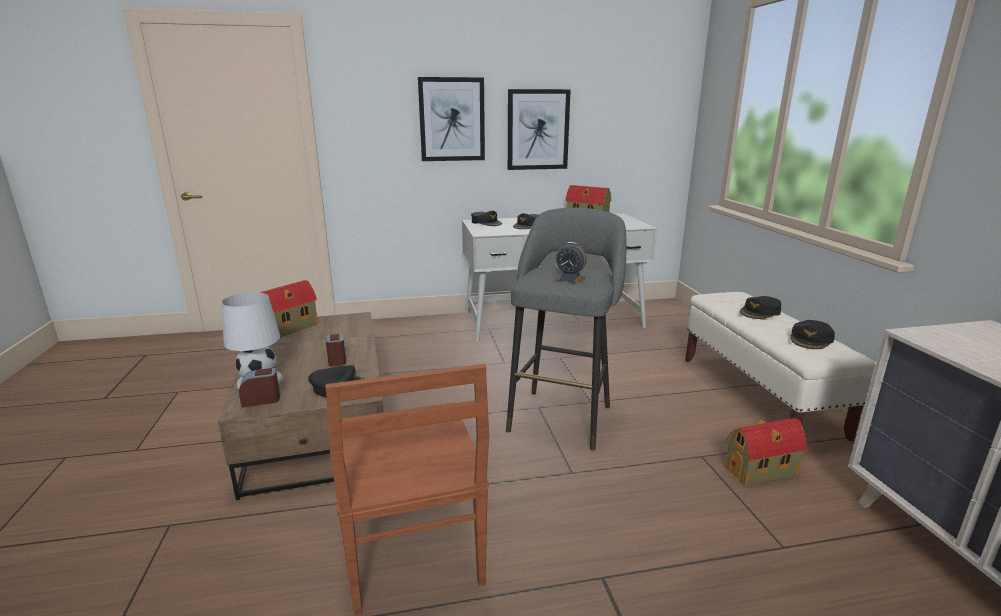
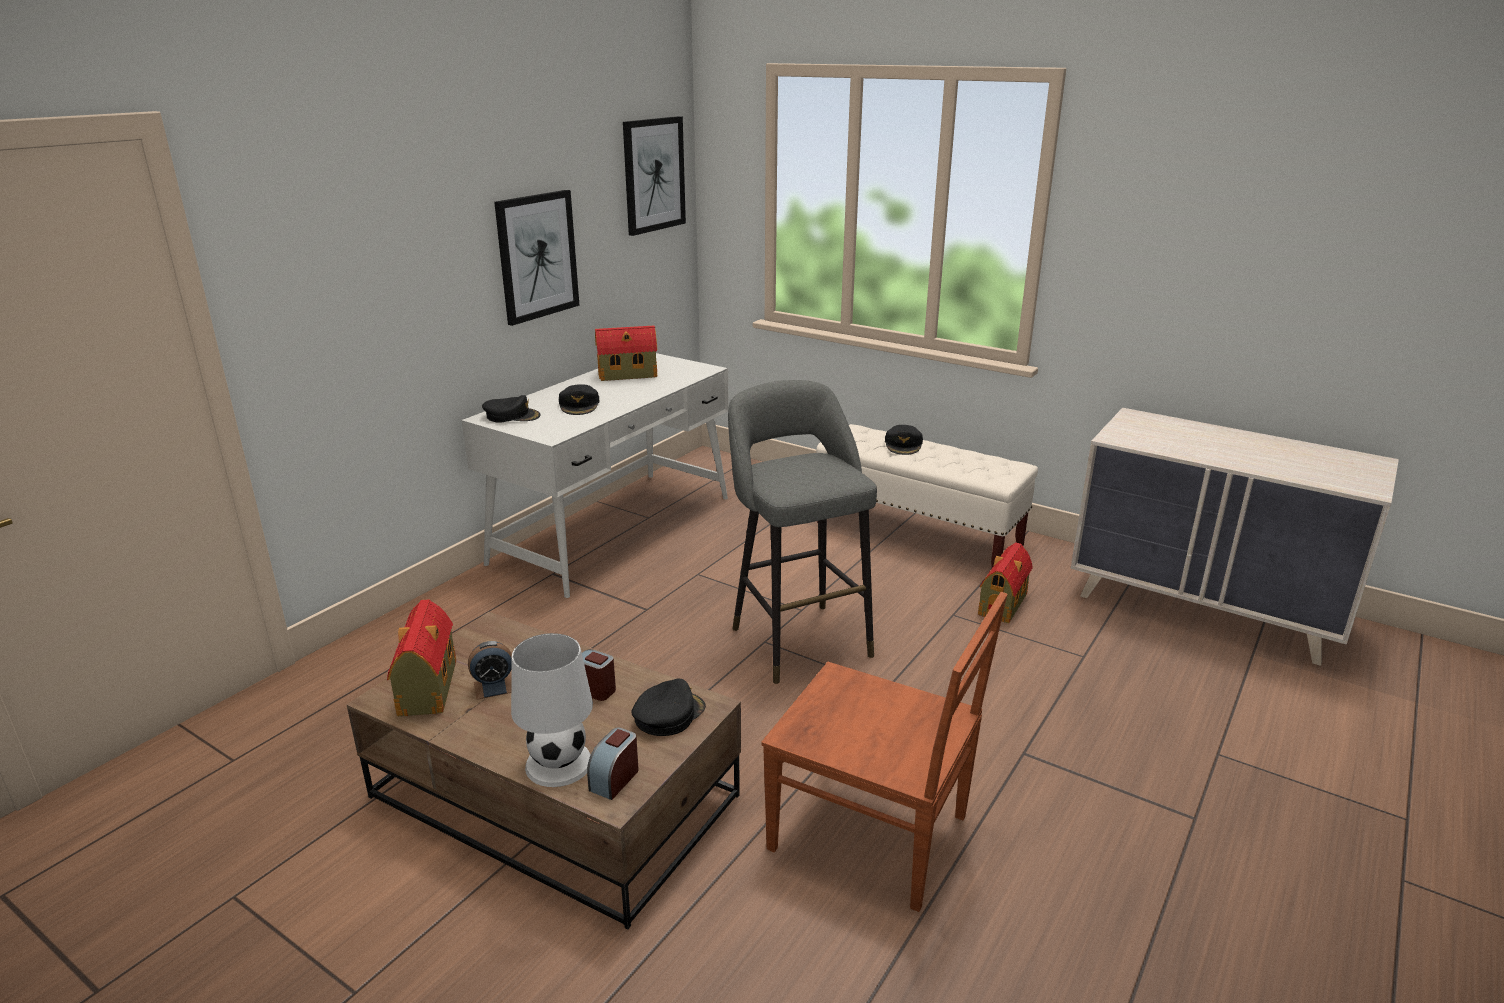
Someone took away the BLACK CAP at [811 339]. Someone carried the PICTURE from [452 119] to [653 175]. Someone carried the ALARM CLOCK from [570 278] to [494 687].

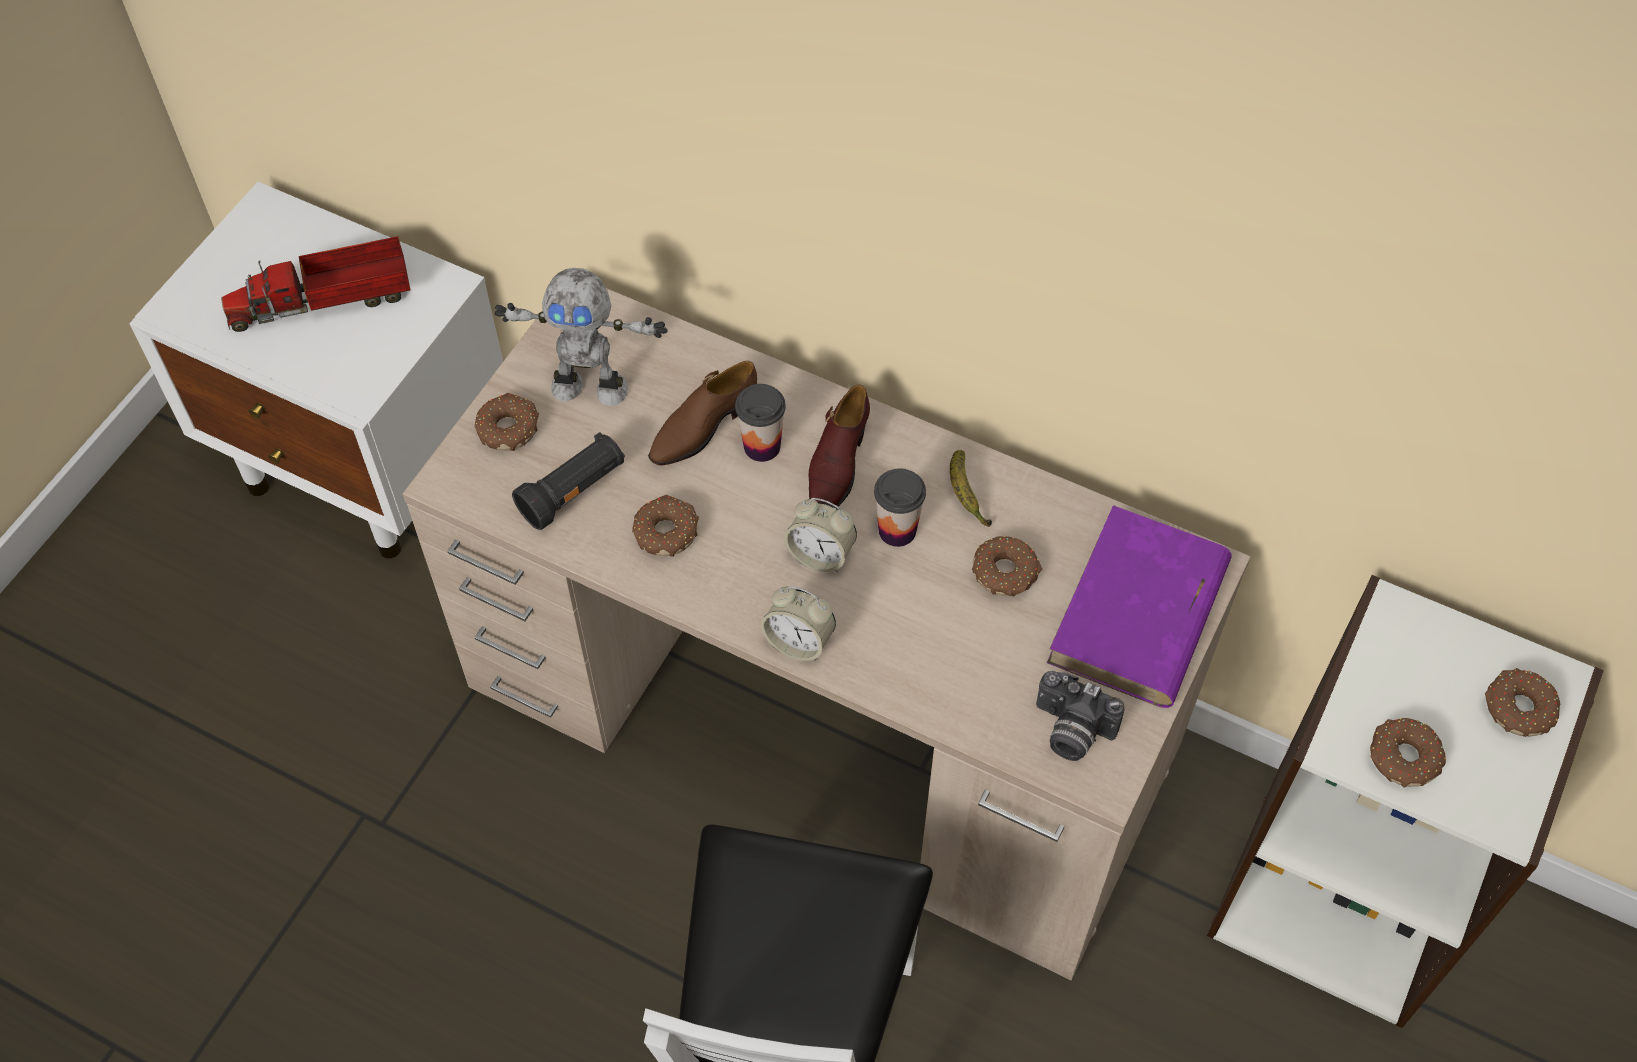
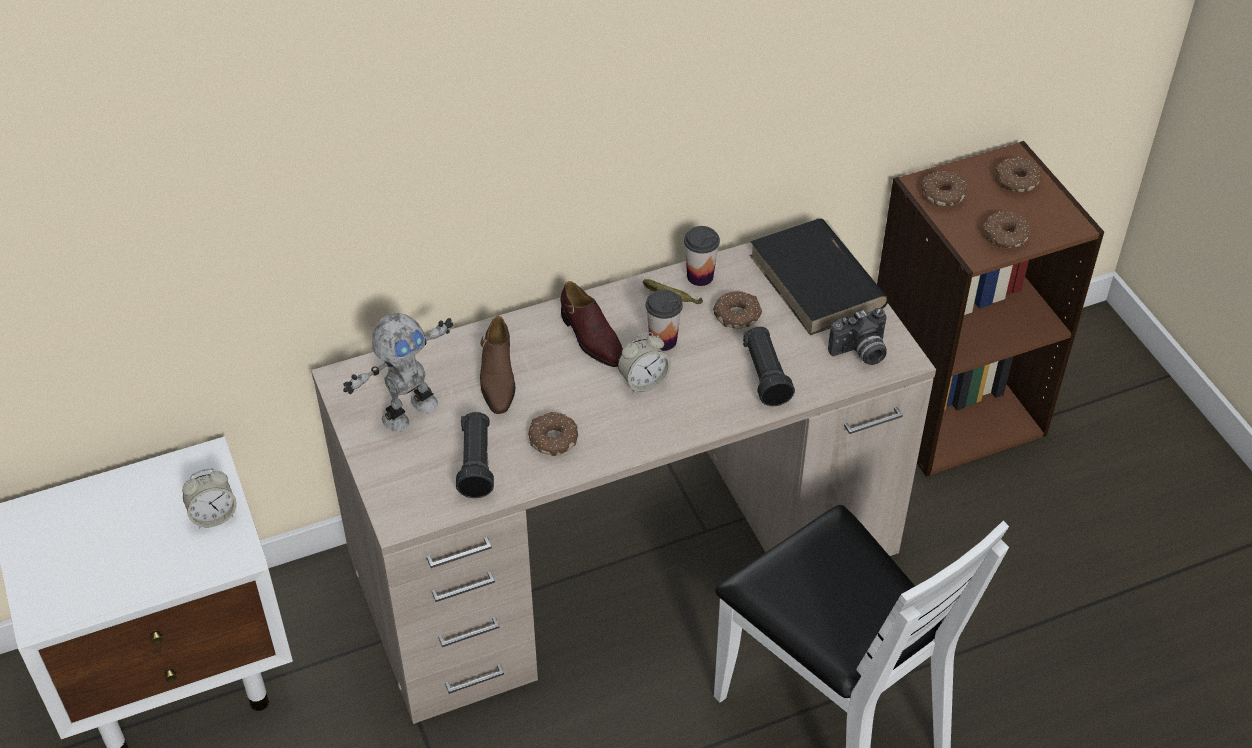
Someone took away the TOY TRUCK at [326 301]. Someone put down the BLACK FLASHLIGHT at [765 375]. Someone carried the DONUT from [508 428] to [942 194]. Someone carried the CUP from [762 446] to [700 276]. Someone carried the ALARM CLOCK from [799 642] to [213 516]. Someone repainted the PURPLE BOOK at [1138 614], which became the BLACK BOOK at [817 282]. Someone repainted the WHITE BOOKCASE at [1337 894], which became the BROWN BOOKCASE at [952 407].

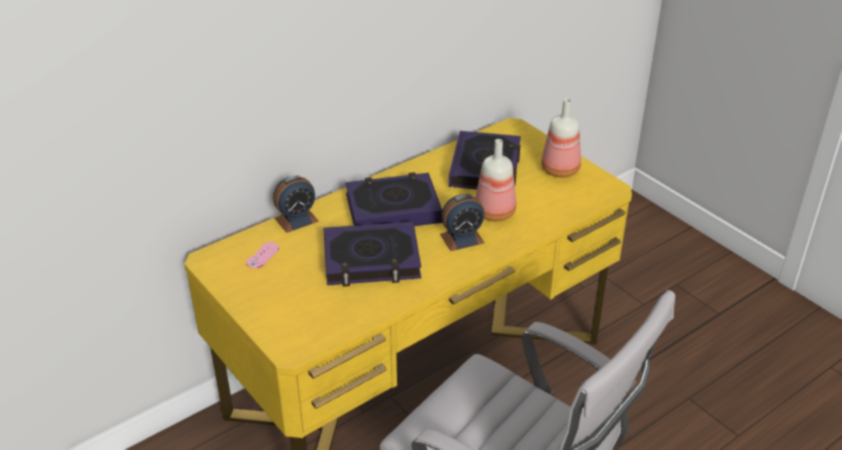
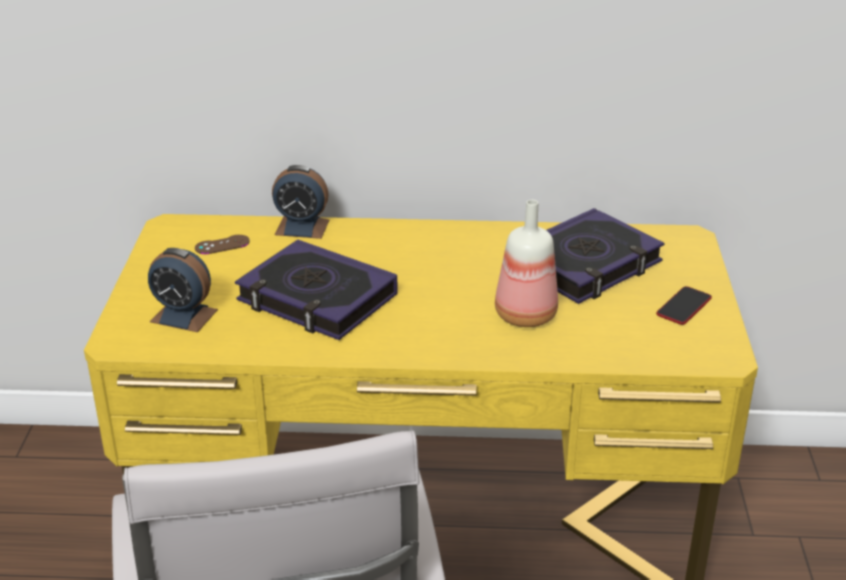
Someone took away the BOOK at [393 208]. Someone carried the ALARM CLOCK from [462 238] to [184 316]. Someone swapped the BOTTLE at [561 169] for the PHONE at [684 307]. Someone repainted the PINK GAME CONTROLLER at [262 255], which became the BROWN GAME CONTROLLER at [222 245].

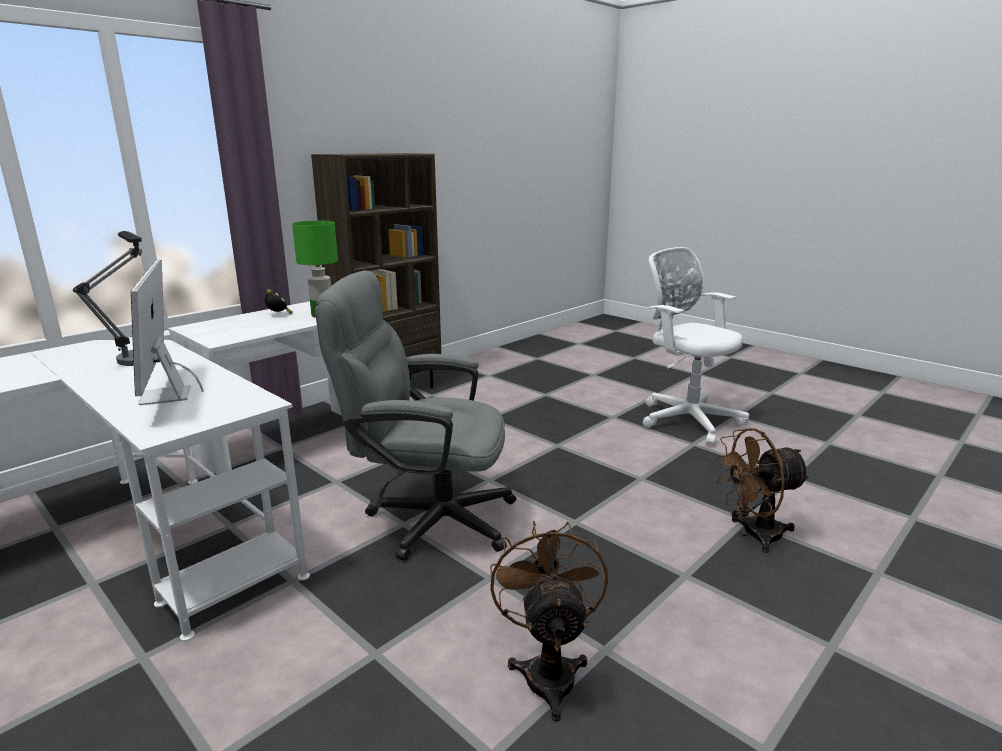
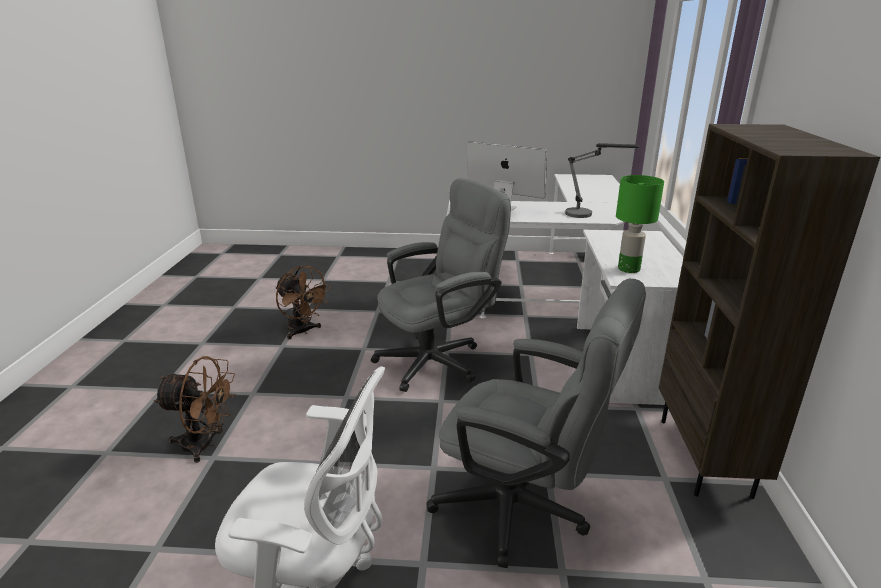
Someone took away the ALARM CLOCK at [279 315]. Someone put down the GREY OFFICE CHAIR at [523 510]. Someone rotated the BROWN FAN at [753 534] by 60 degrees clockwise.

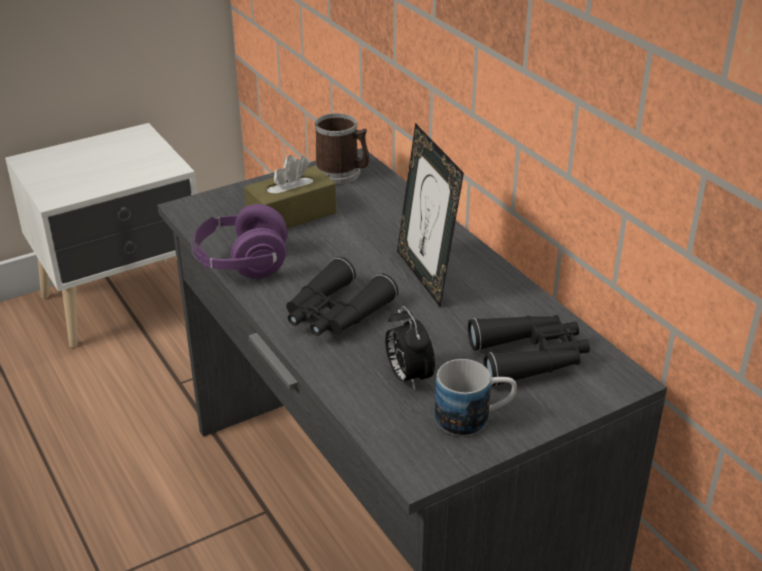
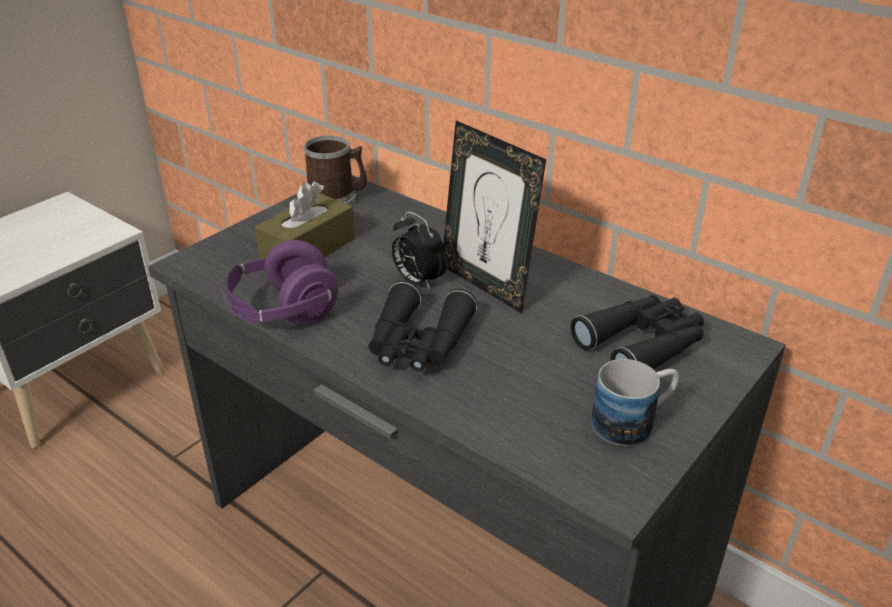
Someone carried the ALARM CLOCK from [408 377] to [418 281].

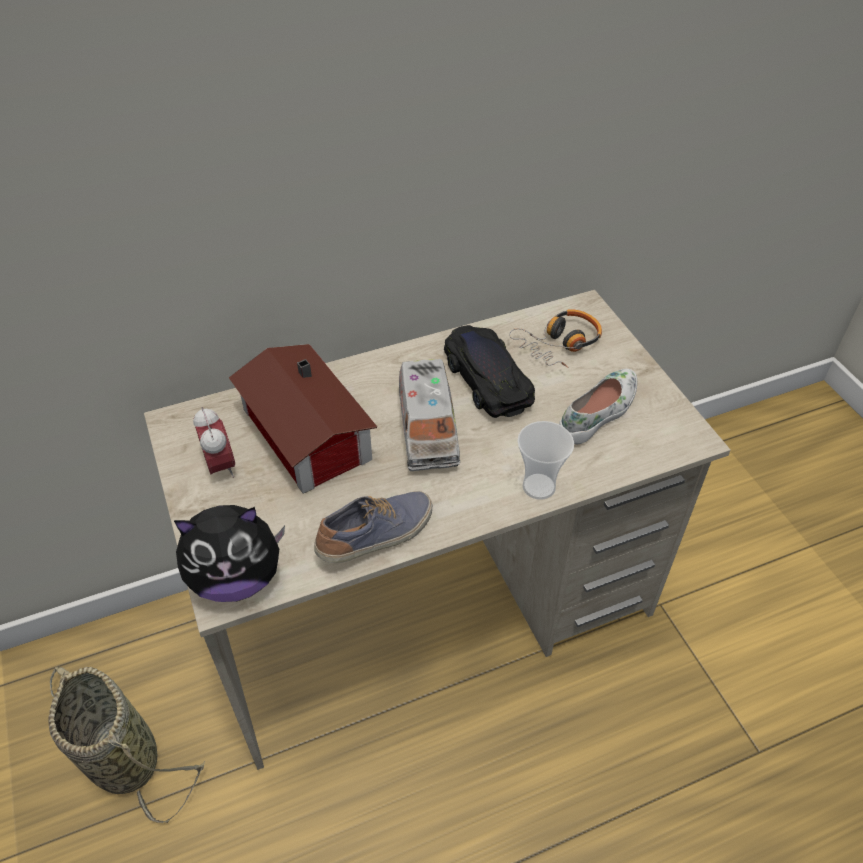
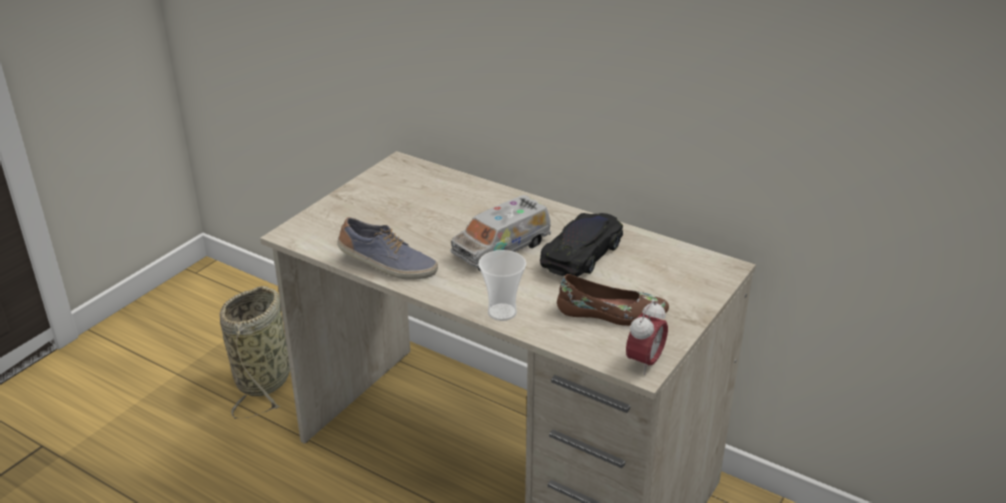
Someone took away the PLUSH TOY at [237 578]. Someone took away the TOY HOUSE at [305 437]. Someone took away the HEADPHONES at [559 344]. Someone carried the ALARM CLOCK from [221 466] to [644 362]. Someone repainted the WHITE SHOE at [599 412], which became the BROWN SHOE at [611 313].

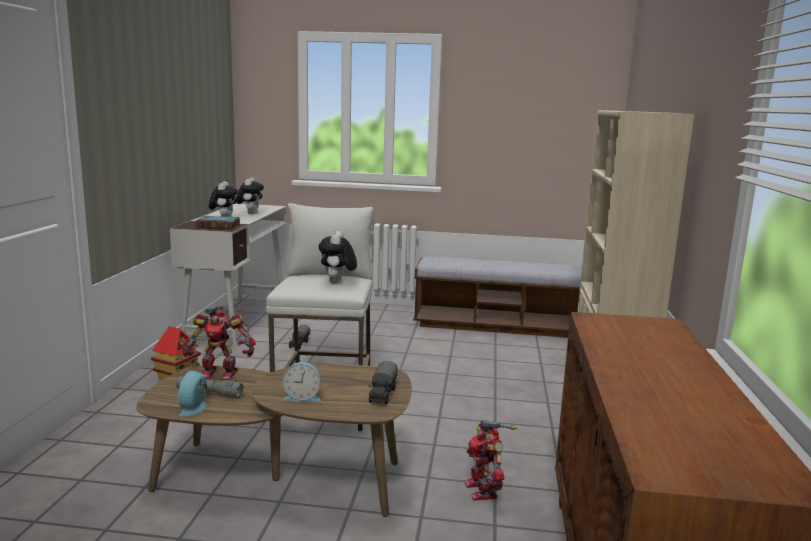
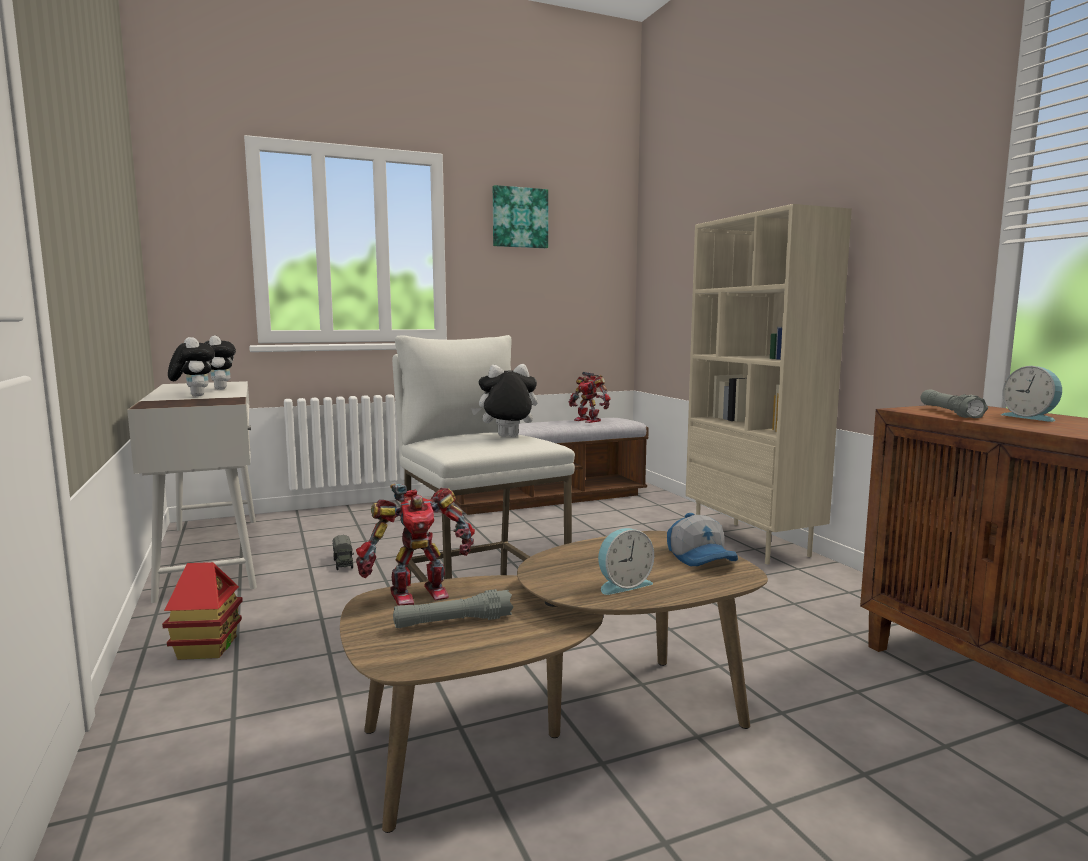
Someone took away the BOOK at [219 226]. Someone put up the PICTURE at [519 218]. Someone put down the GREY FLASHLIGHT at [949 412]. Someone carried the ALARM CLOCK from [195 408] to [1031 417]. Someone carried the TOY ROBOT from [483 490] to [588 420]. Someone swapped the TOY TRUCK at [382 394] for the CAP at [702 558]. Someone rotated the PLUSH TOY at [337 283] by 105 degrees clockwise.

